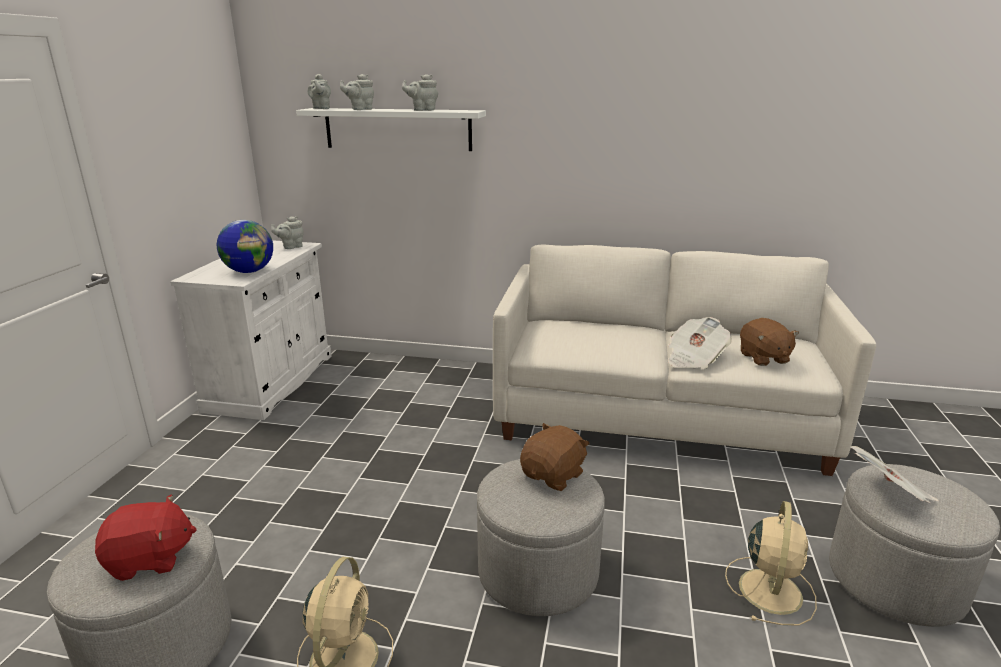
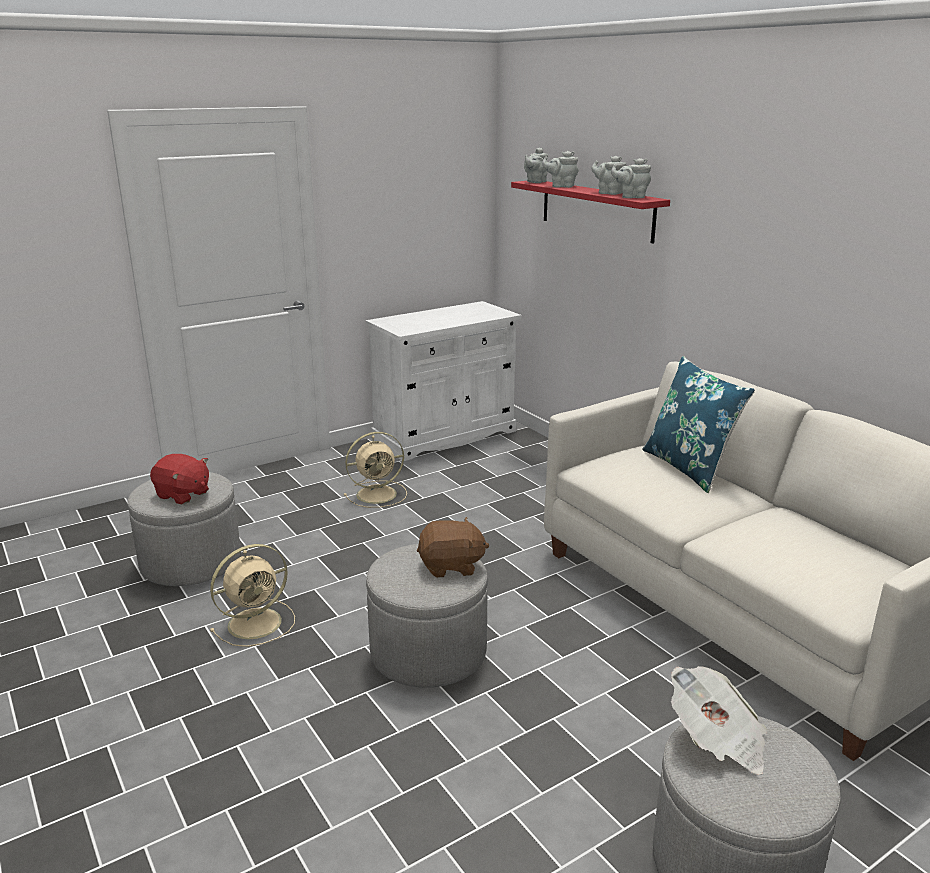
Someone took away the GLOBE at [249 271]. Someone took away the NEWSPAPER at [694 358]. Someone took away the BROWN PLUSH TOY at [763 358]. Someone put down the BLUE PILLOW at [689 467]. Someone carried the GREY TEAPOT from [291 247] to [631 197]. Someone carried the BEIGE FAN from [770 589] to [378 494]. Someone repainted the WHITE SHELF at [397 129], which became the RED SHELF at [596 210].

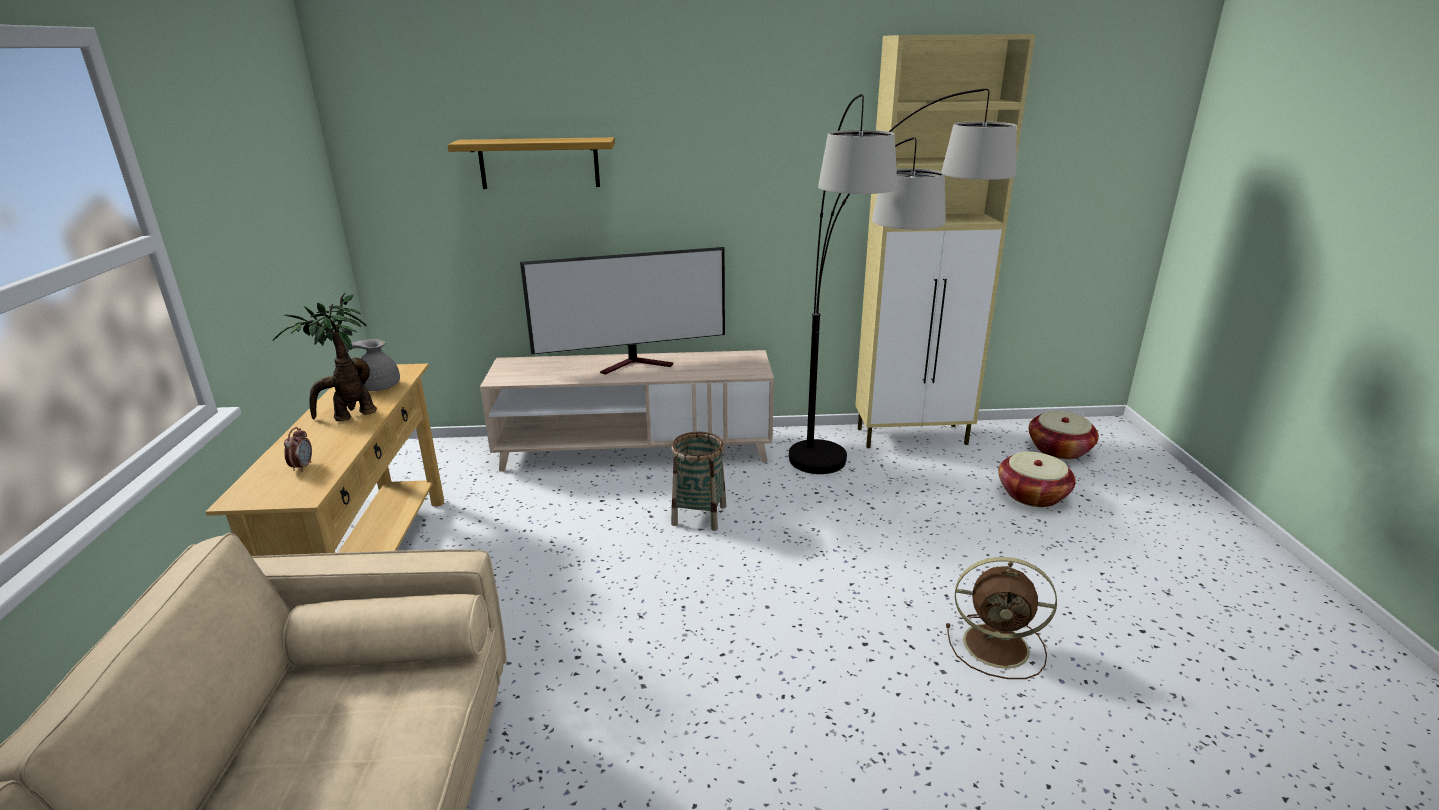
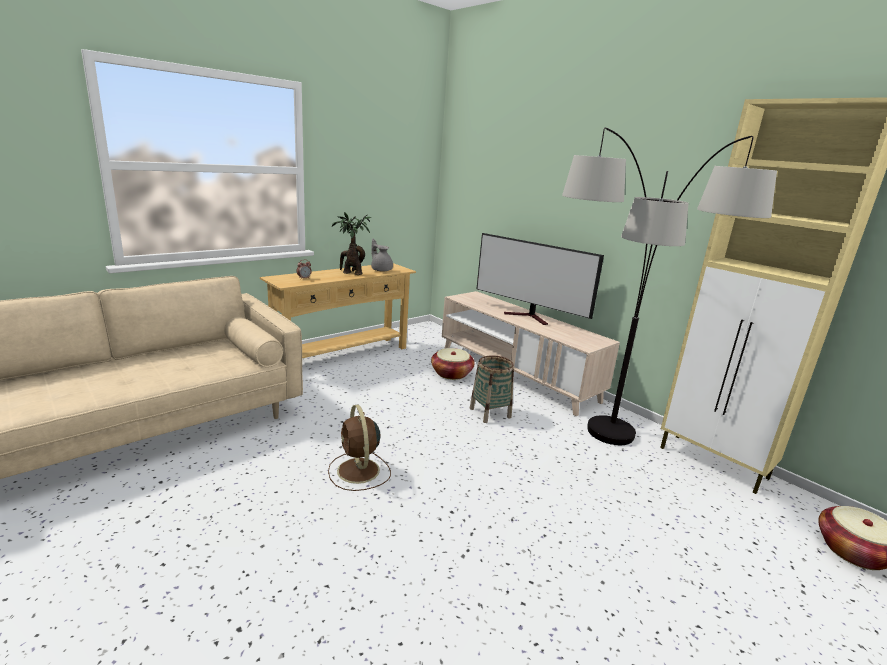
Someone took away the SHELF at [539 163]. Someone carried the BROWN FAN from [999 646] to [359 472]. Someone carried the BASKET from [1032 495] to [451 373].

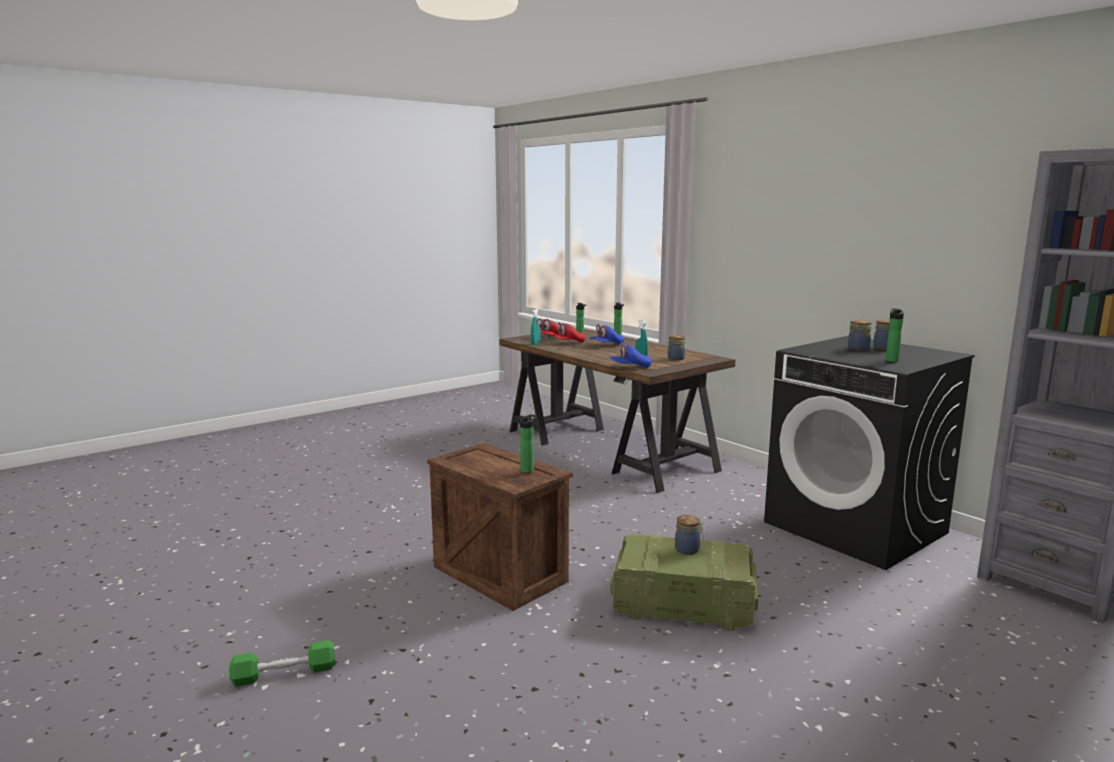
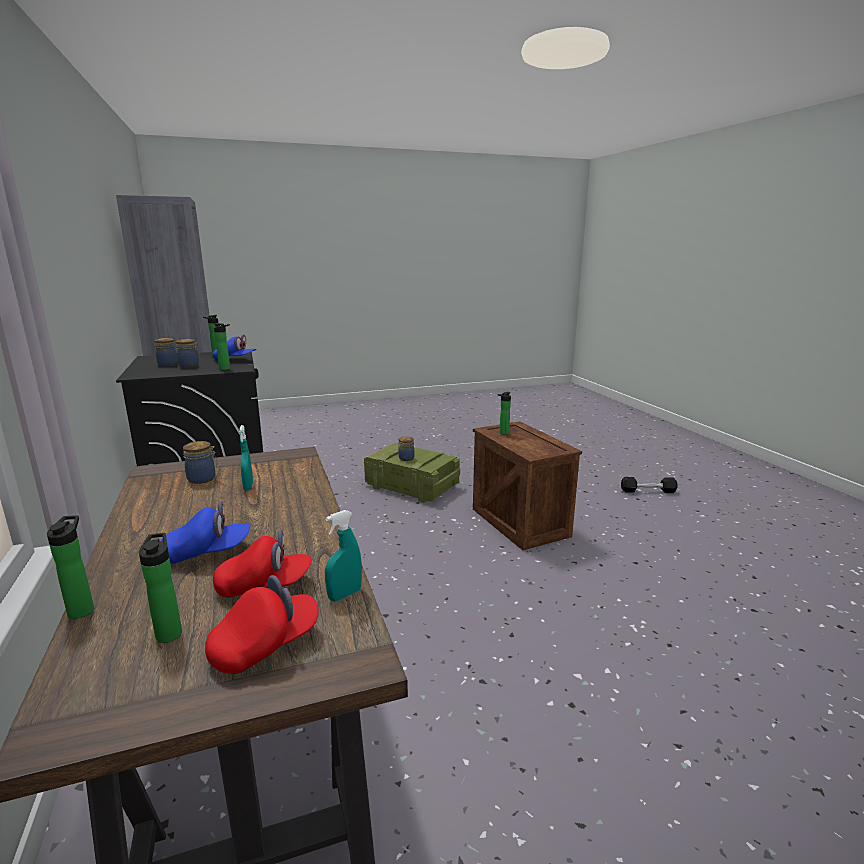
Someone put down the BOTTLE at [226 369]. Someone carried the BLUE CAP from [630 367] to [235 360]. Someone repainted the GREEN DUMBBELL at [284 674], which became the BLACK DUMBBELL at [648 491].

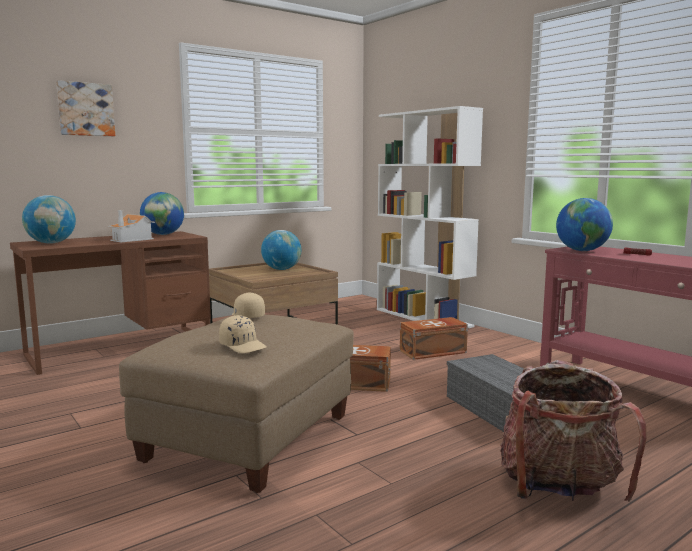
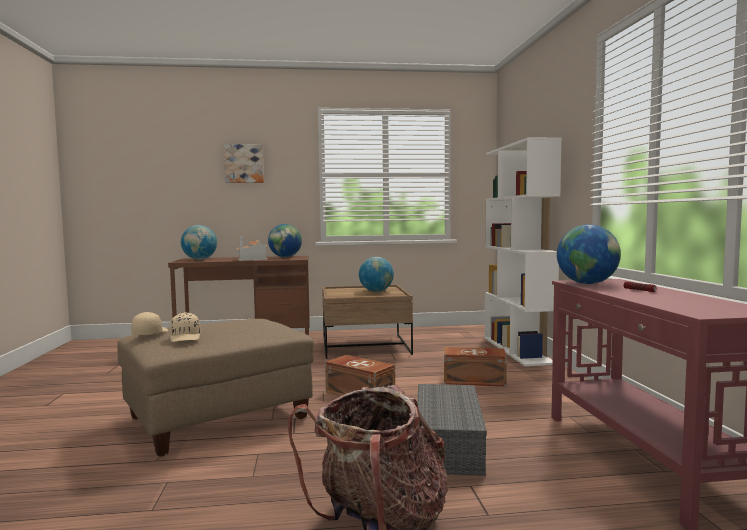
Someone carried the BEIGE CAP from [247 316] to [150 333].

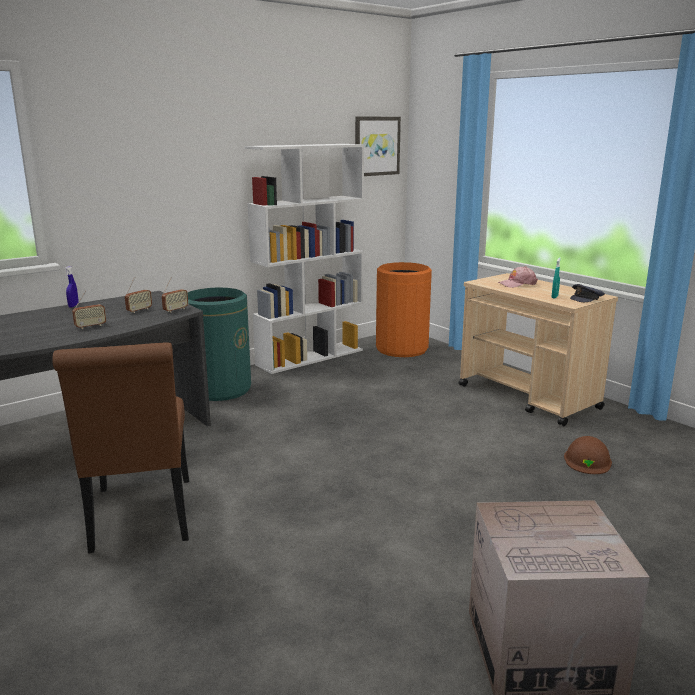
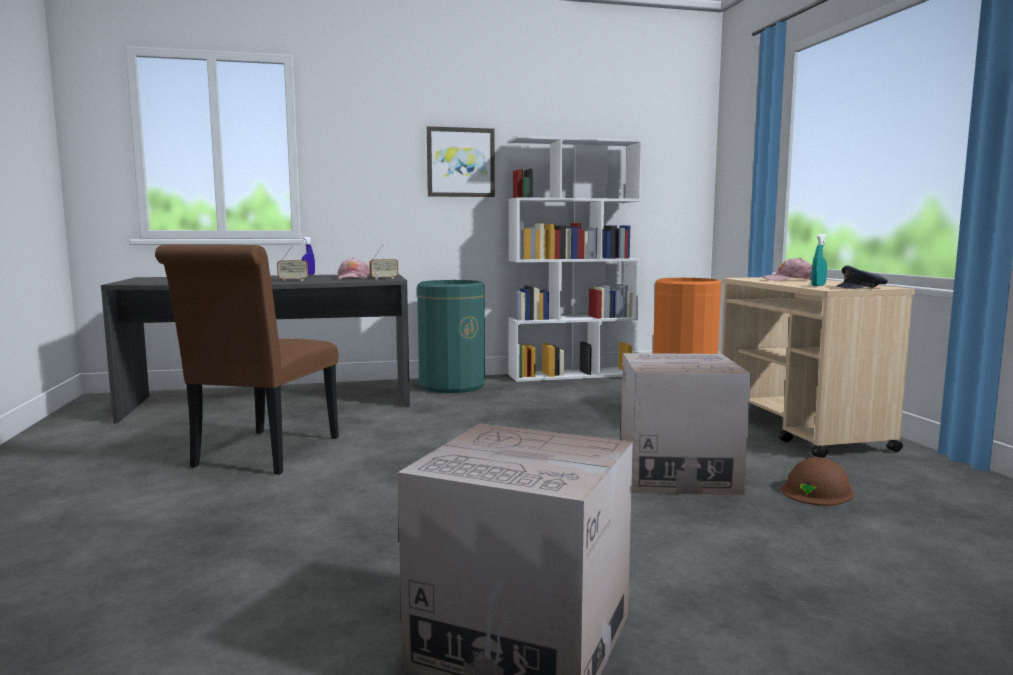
Someone put down the CARDBOARD BOX at [677 475]. Someone carried the PICTURE from [376 146] to [460 162]. Someone swapped the RADIO at [139 310] for the PINK CAP at [353 278].

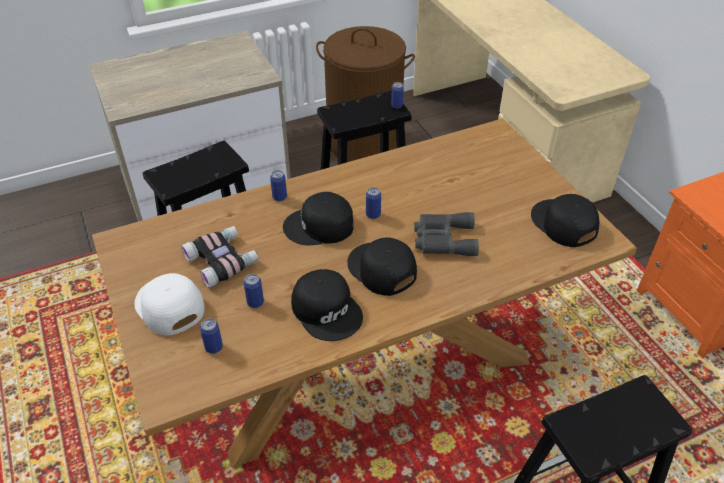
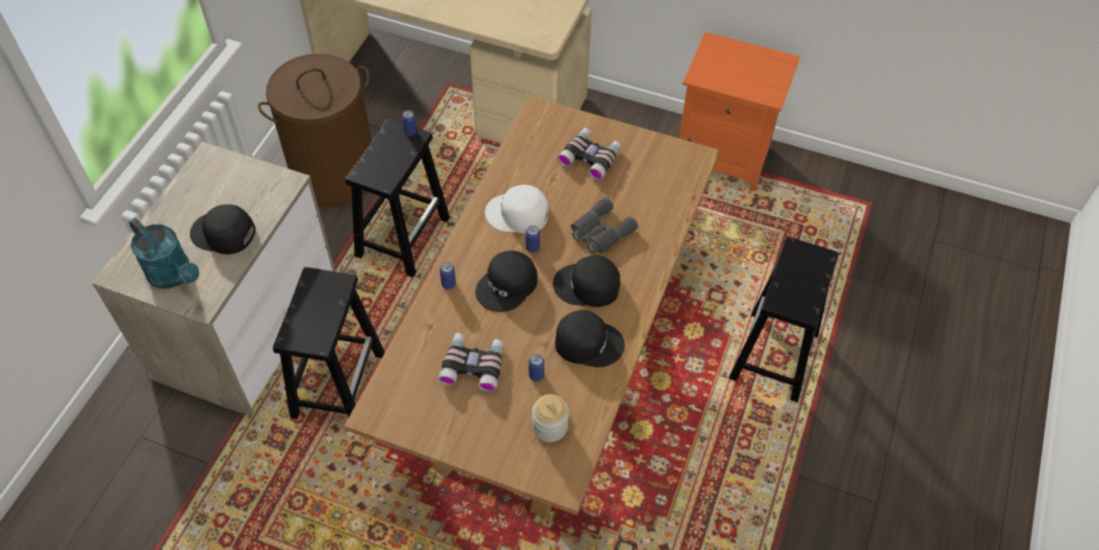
Someone put down the TURQUOISE WATERING CAN at [174 275]. Someone put down the BINOCULARS at [591 157]. Someone carried the WHITE CAP from [168 306] to [517 214]. Someone carried the BLACK CAP from [563 224] to [223 234]. Someone swapped the CAN at [214 347] for the JAR at [550 427].

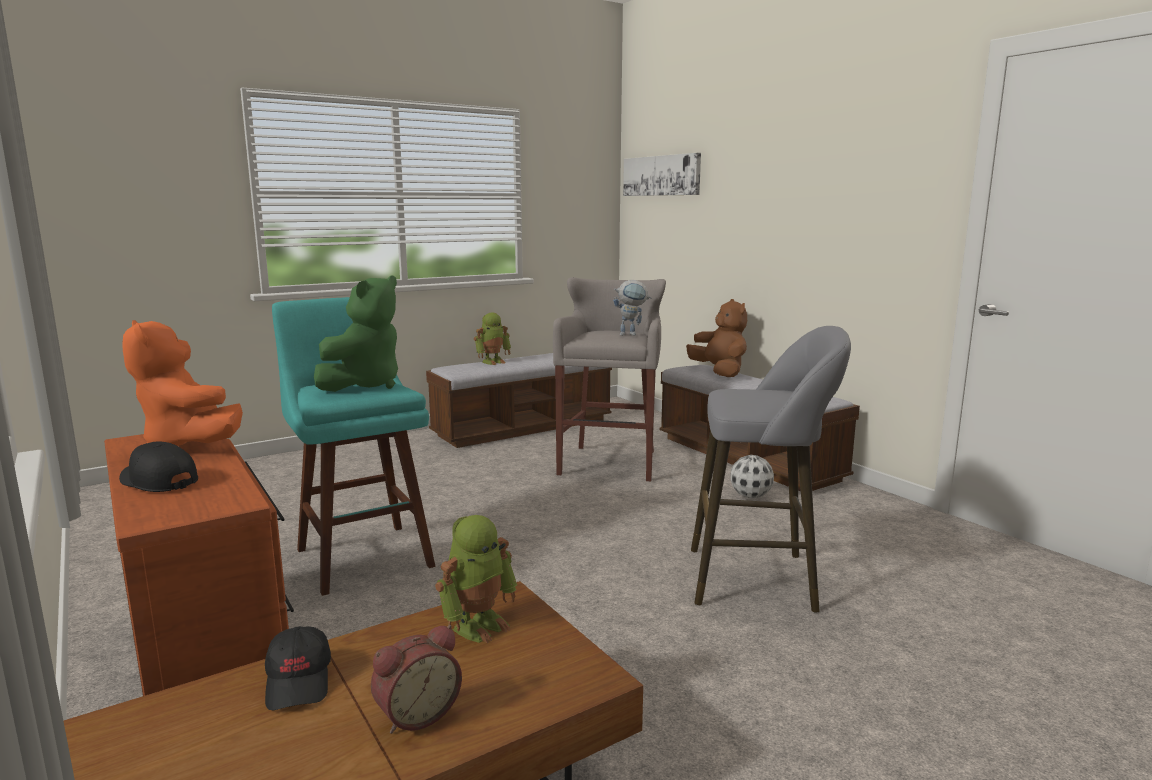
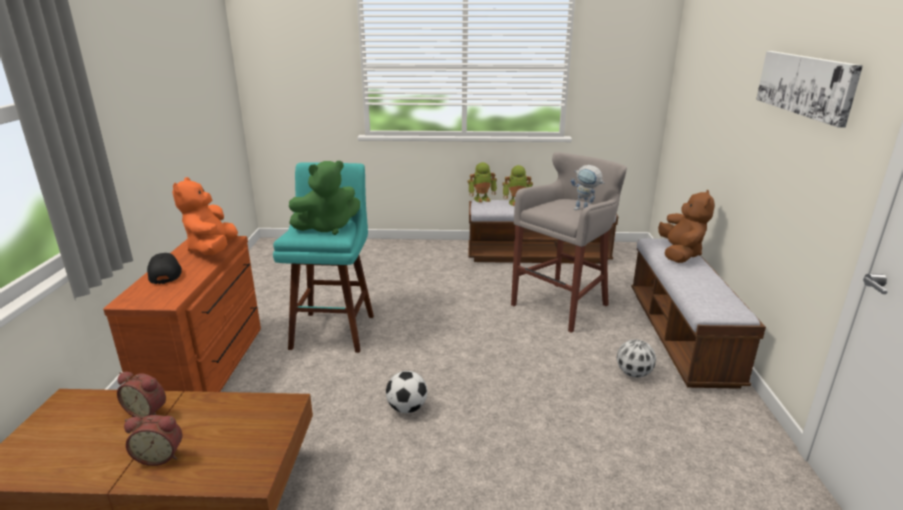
Someone took away the GREY STOOL at [759 579]. Someone put down the FOOTBALL at [407 408]. Someone carried the TOY ROBOT from [478 624] to [482 199]. Someone carried the PICTURE from [661 175] to [805 85]. Someone swapped the BLACK CAP at [299 681] for the ALARM CLOCK at [148 411].

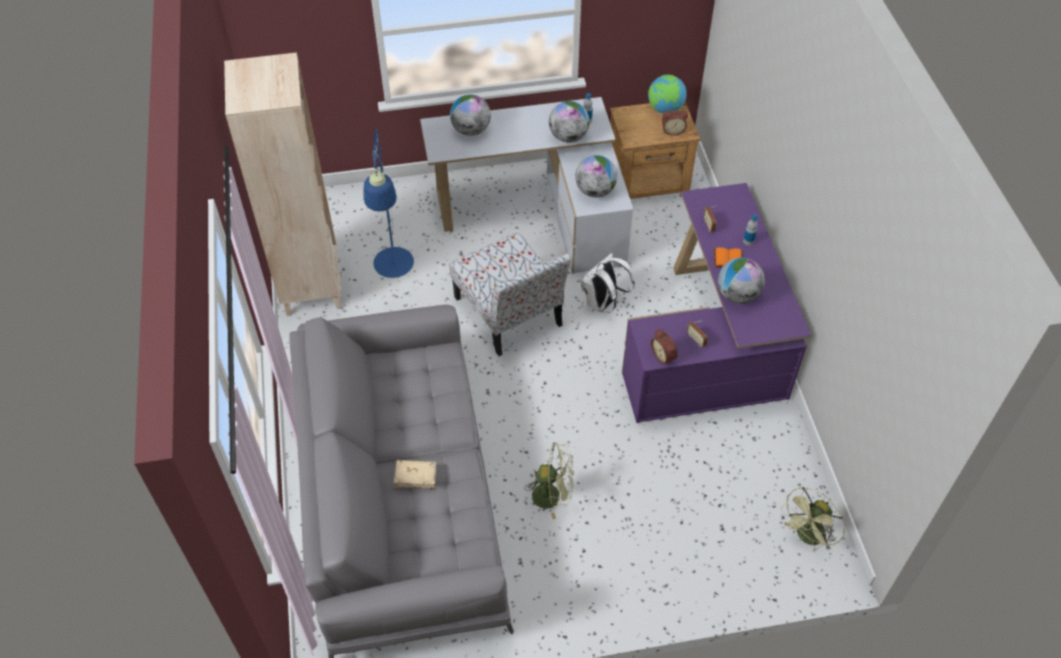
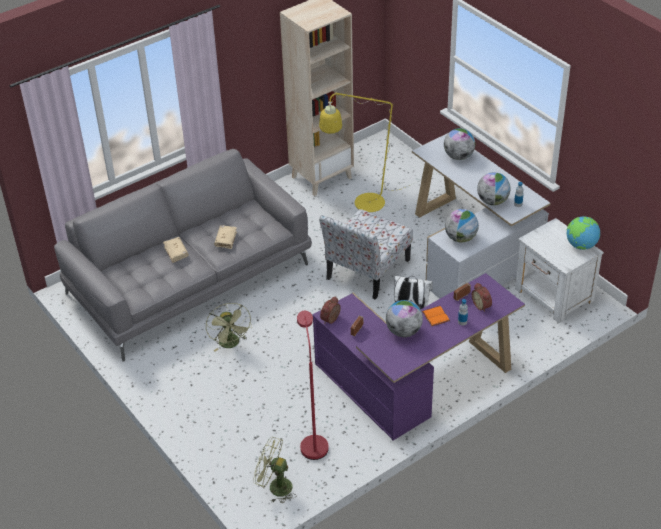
Someone put down the BEIGE BOOK at [226 240]. Someone put down the RED FLOOR LAMP at [313 442]. Someone carried the ALARM CLOCK from [673 130] to [482 305]. Someone repainted the BLUE FLOOR LAMP at [394 270], which became the YELLOW FLOOR LAMP at [363 205]. Someone repainted the BROWN NIGHTSTAND at [648 181], which became the WHITE NIGHTSTAND at [554 296].

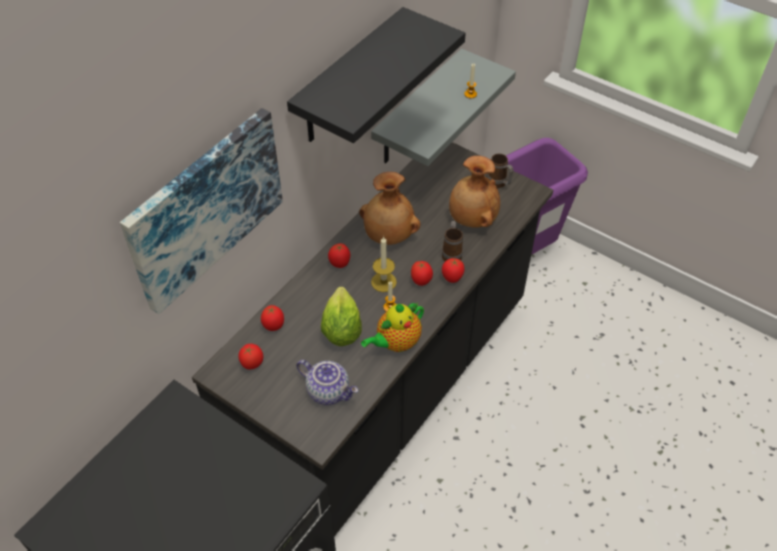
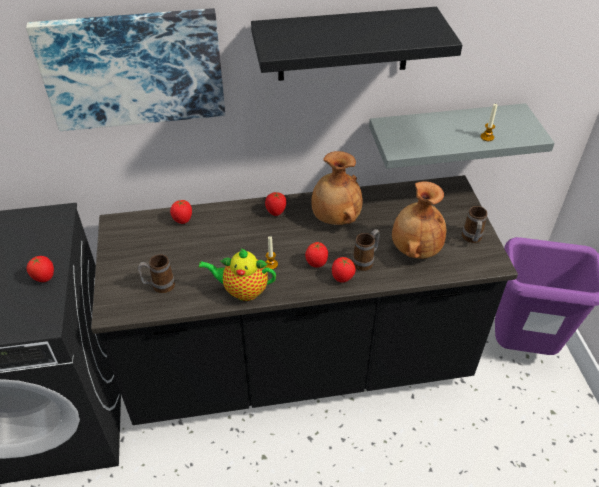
Someone took away the LETTUCE at [341 330]. Someone took away the CANDLE at [383 282]. Someone carried the TOMATO from [252 364] to [45 278]. Someone swapped the TEAPOT at [329 391] for the MUG at [159 286].

